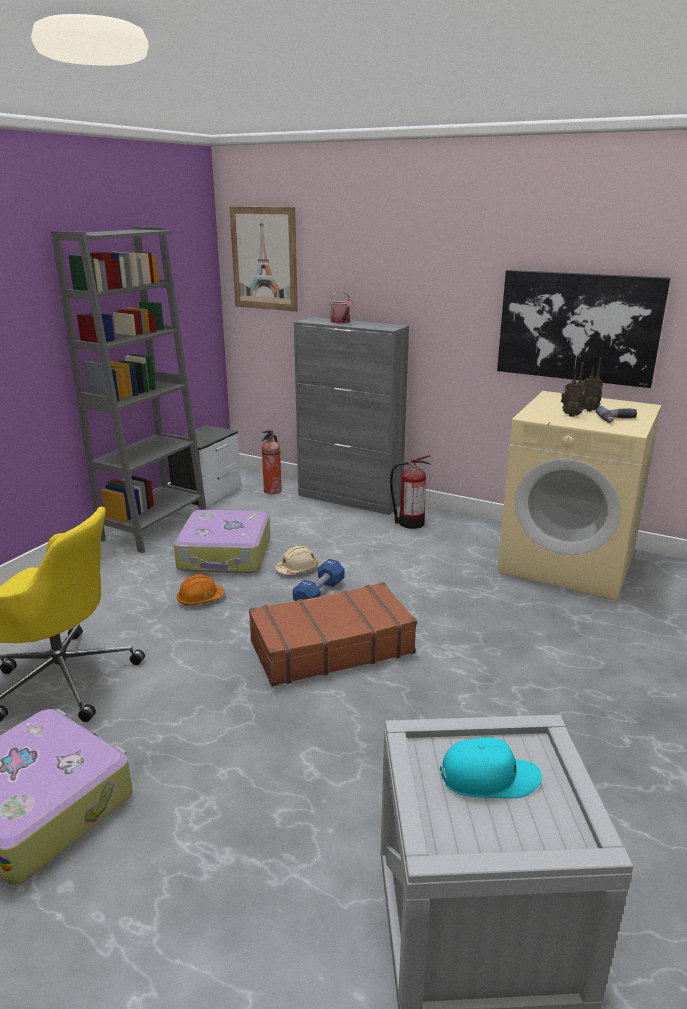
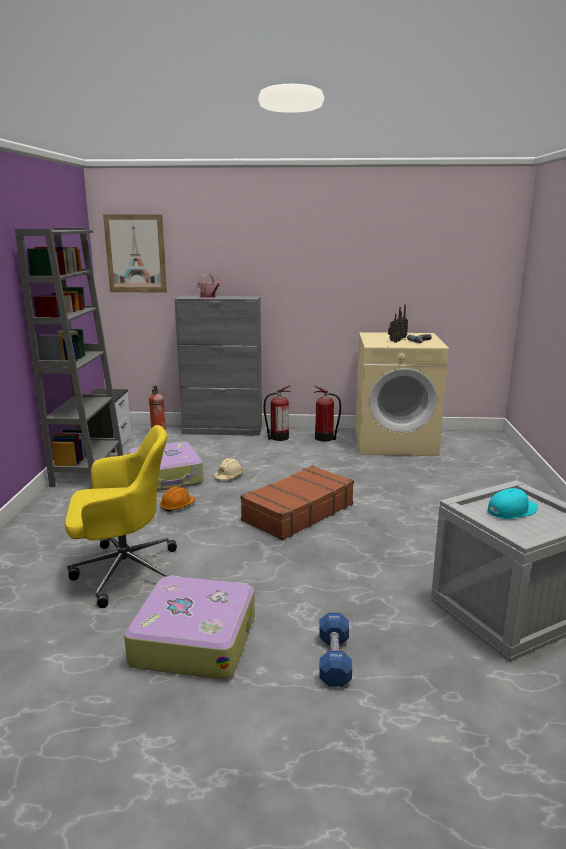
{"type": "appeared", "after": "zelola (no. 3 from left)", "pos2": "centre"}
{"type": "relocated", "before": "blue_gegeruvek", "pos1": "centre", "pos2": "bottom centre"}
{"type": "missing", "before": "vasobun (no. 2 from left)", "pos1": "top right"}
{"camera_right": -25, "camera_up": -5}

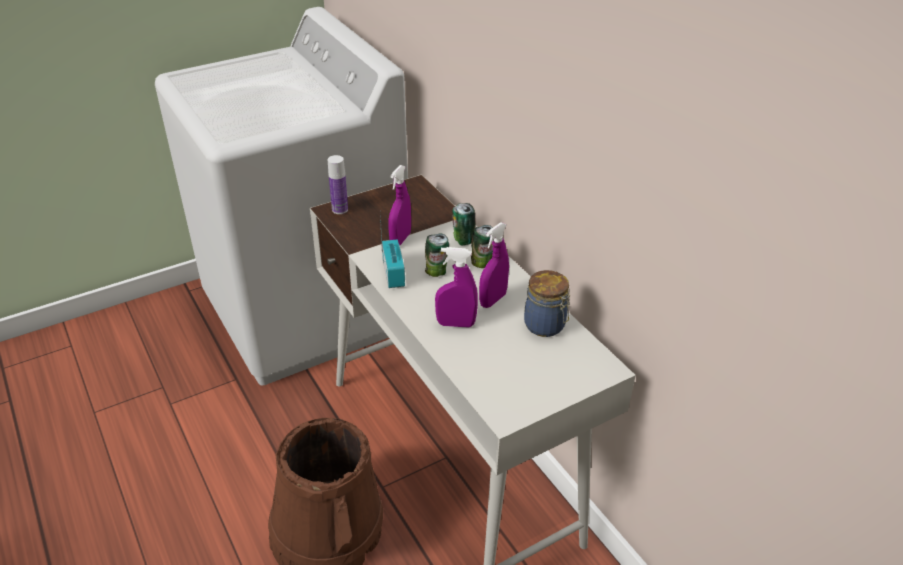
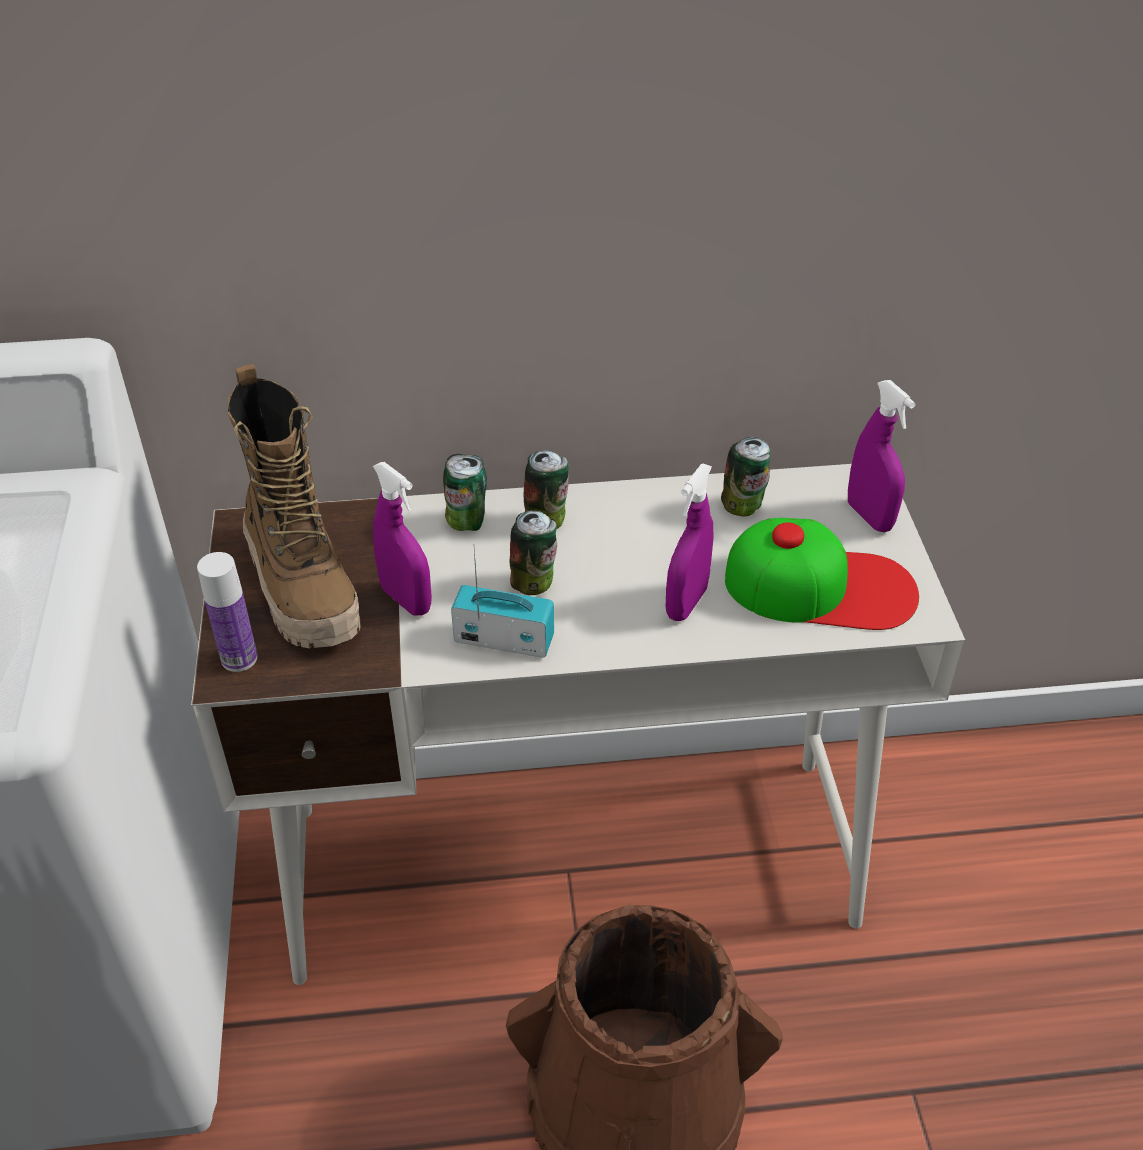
{"type": "appeared", "after": "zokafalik", "pos2": "middle left"}
{"type": "exchanged", "before": "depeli", "after": "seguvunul (no. 4 from left)", "pos1": "centre", "pos2": "centre"}
{"type": "appeared", "after": "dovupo", "pos2": "middle right"}
{"type": "relocated", "before": "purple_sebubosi (no. 3 from left)", "pos1": "centre", "pos2": "middle right"}
{"camera_right": -65, "camera_up": 5}

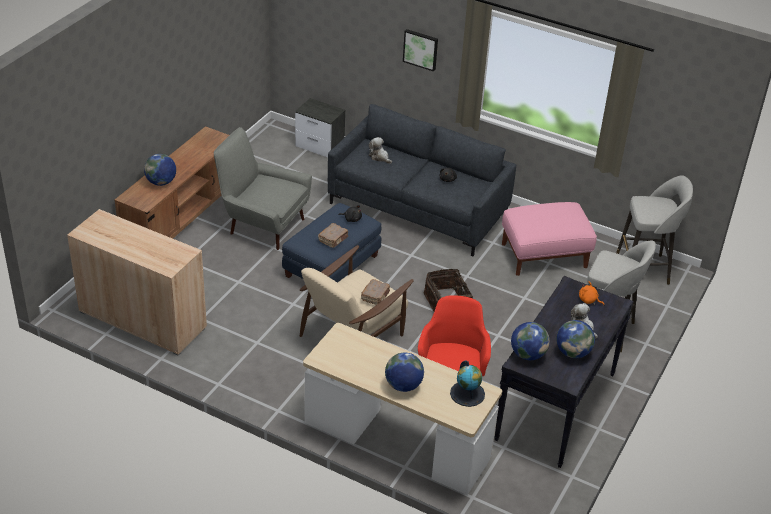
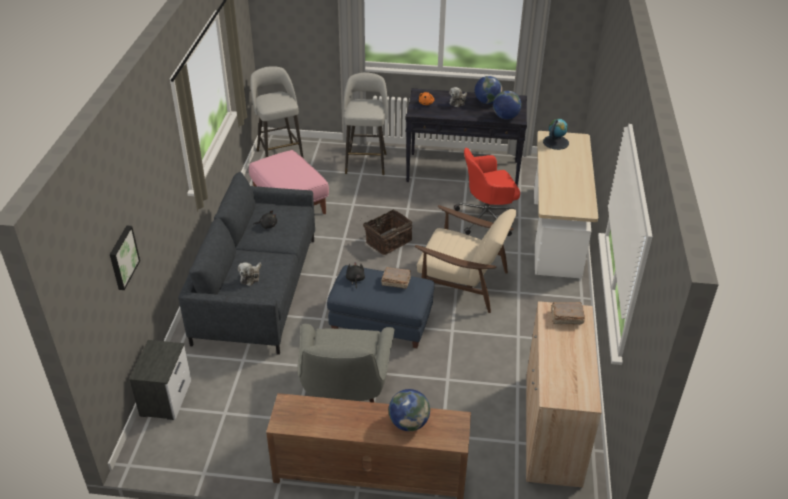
{"type": "relocated", "before": "vasobun", "pos1": "top centre", "pos2": "middle left"}
{"type": "relocated", "before": "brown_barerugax (no. 2 from left)", "pos1": "centre", "pos2": "middle right"}
{"type": "missing", "before": "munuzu (no. 2 from left)", "pos1": "bottom centre"}
{"camera_right": -110, "camera_up": 0}

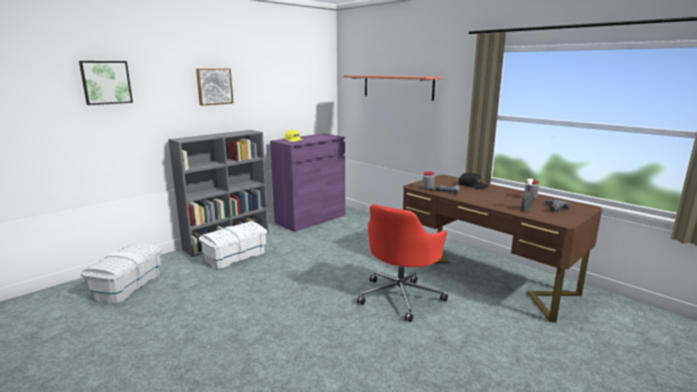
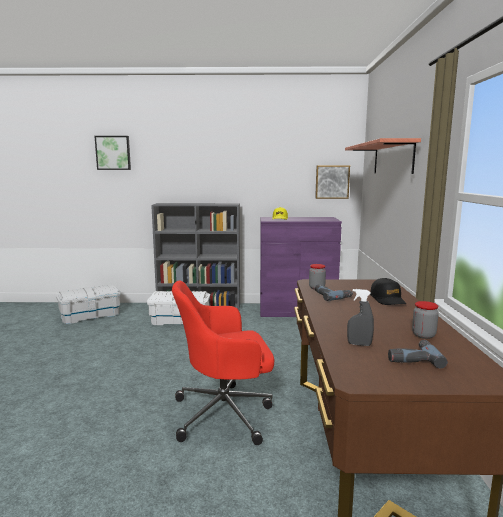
{"type": "relocated", "before": "vasobun (no. 2 from left)", "pos1": "top left", "pos2": "centre"}
{"camera_right": 45, "camera_up": -5}

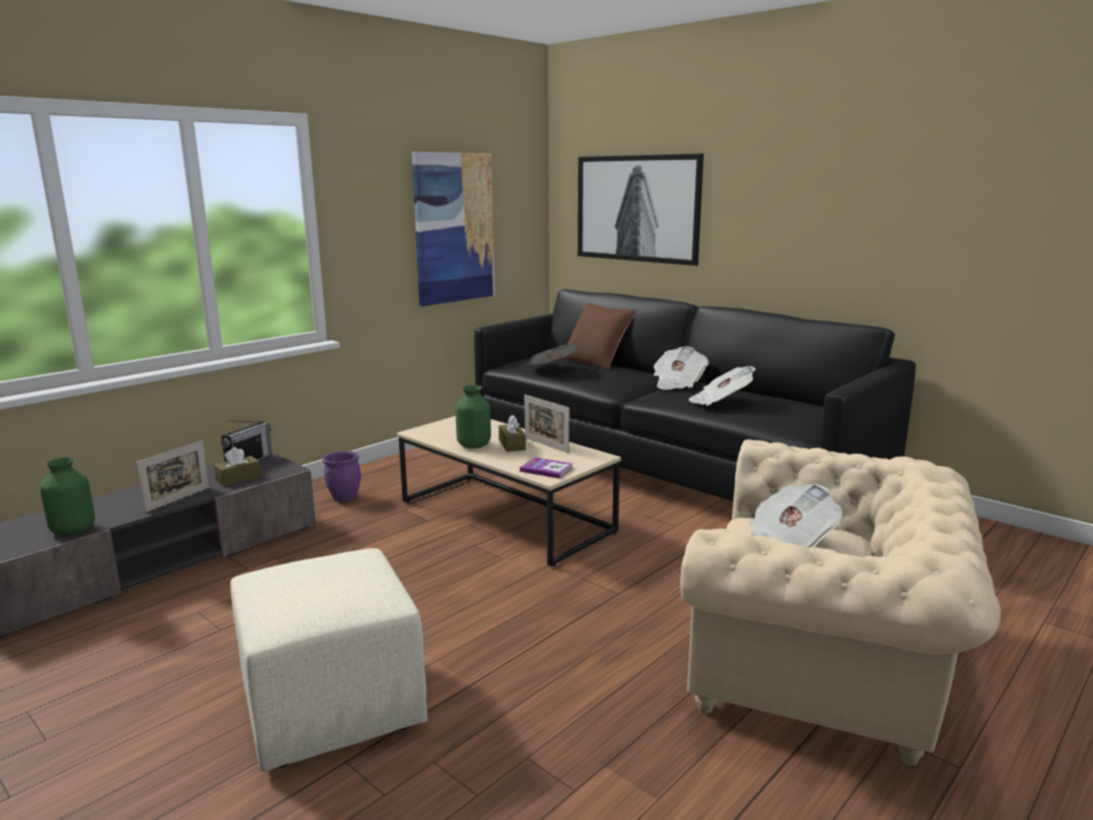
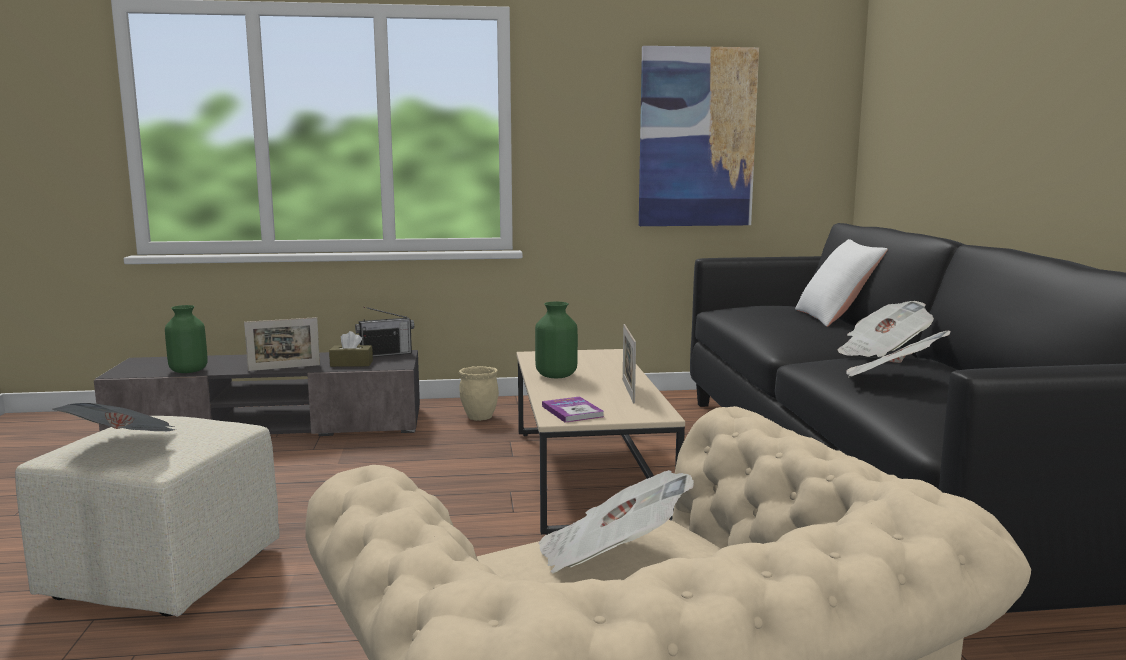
{"type": "relocated", "before": "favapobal (no. 1 from left)", "pos1": "centre", "pos2": "middle left"}
{"type": "colour", "before": "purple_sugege", "after": "beige_sugege", "pos1": "middle left", "pos2": "centre"}
{"type": "colour", "before": "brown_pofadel", "after": "white_pofadel", "pos1": "centre", "pos2": "middle right"}
{"type": "missing", "before": "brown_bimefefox (no. 2 from left)", "pos1": "centre"}
{"type": "missing", "before": "vasobun (no. 2 from left)", "pos1": "top centre"}
{"camera_right": 40, "camera_up": -5}

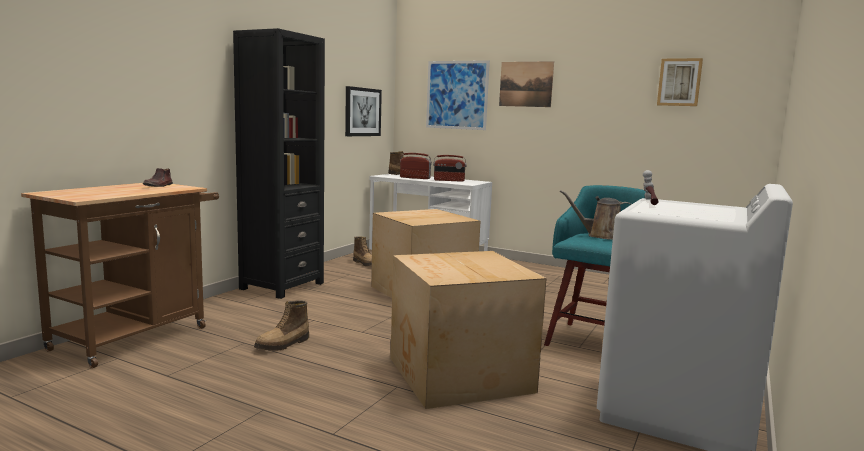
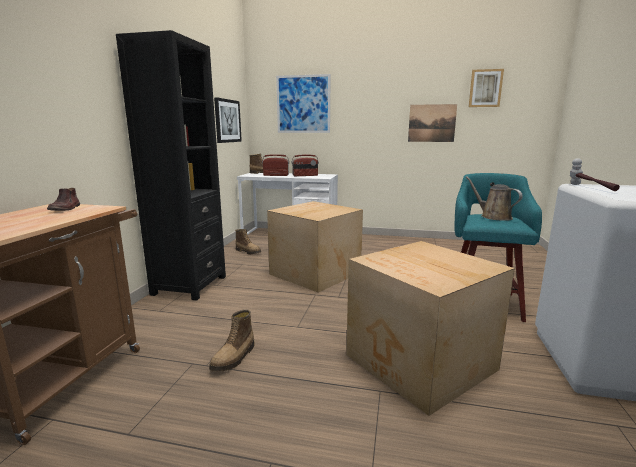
{"type": "relocated", "before": "vasobun (no. 3 from left)", "pos1": "top centre", "pos2": "top right"}
{"type": "spun", "before": "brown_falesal", "pos1": "middle right", "pos2": "middle right", "turn": 60}
{"camera_right": -15, "camera_up": 5}

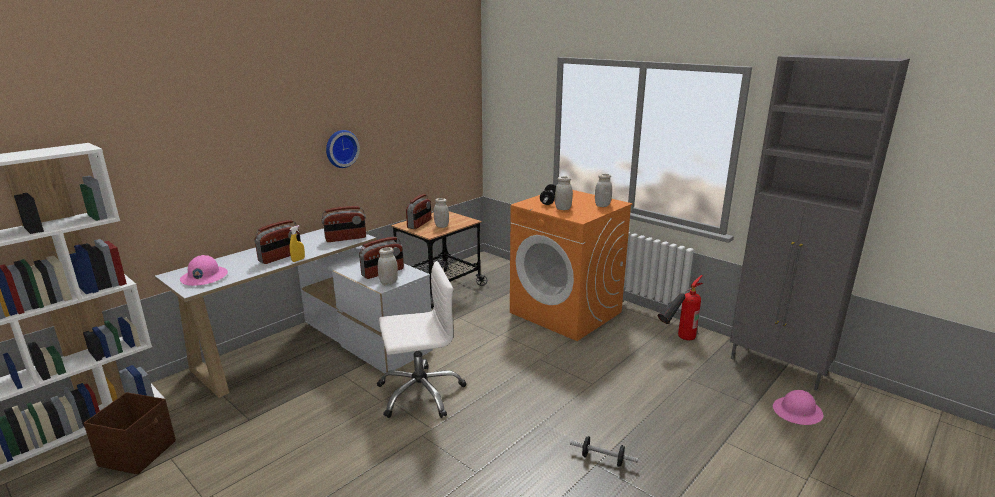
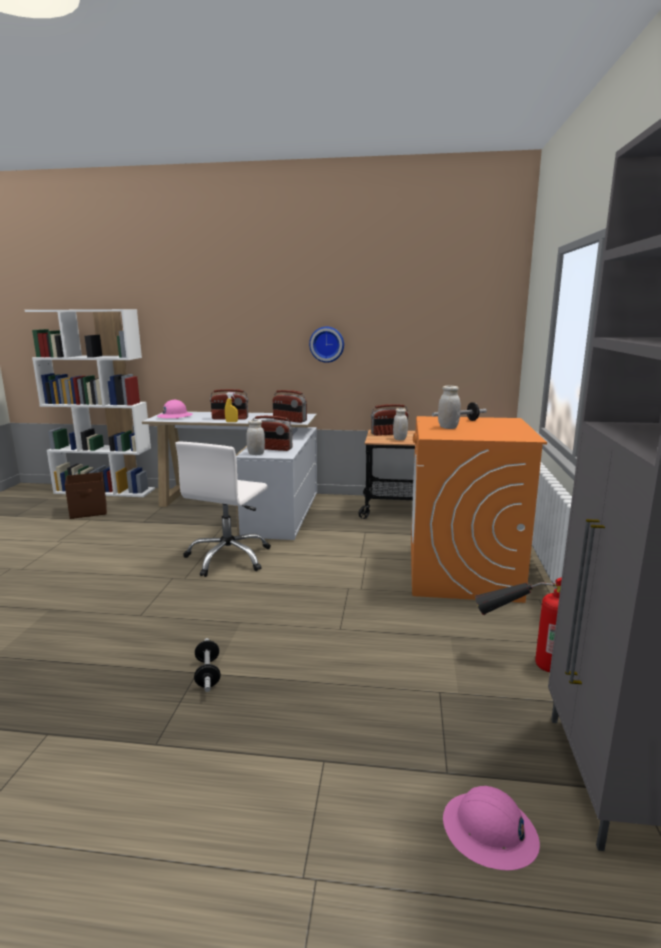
{"type": "spun", "before": "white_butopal", "pos1": "bottom centre", "pos2": "centre", "turn": 75}
{"type": "missing", "before": "white_depeli (no. 4 from left)", "pos1": "centre"}
{"camera_right": 55, "camera_up": -5}

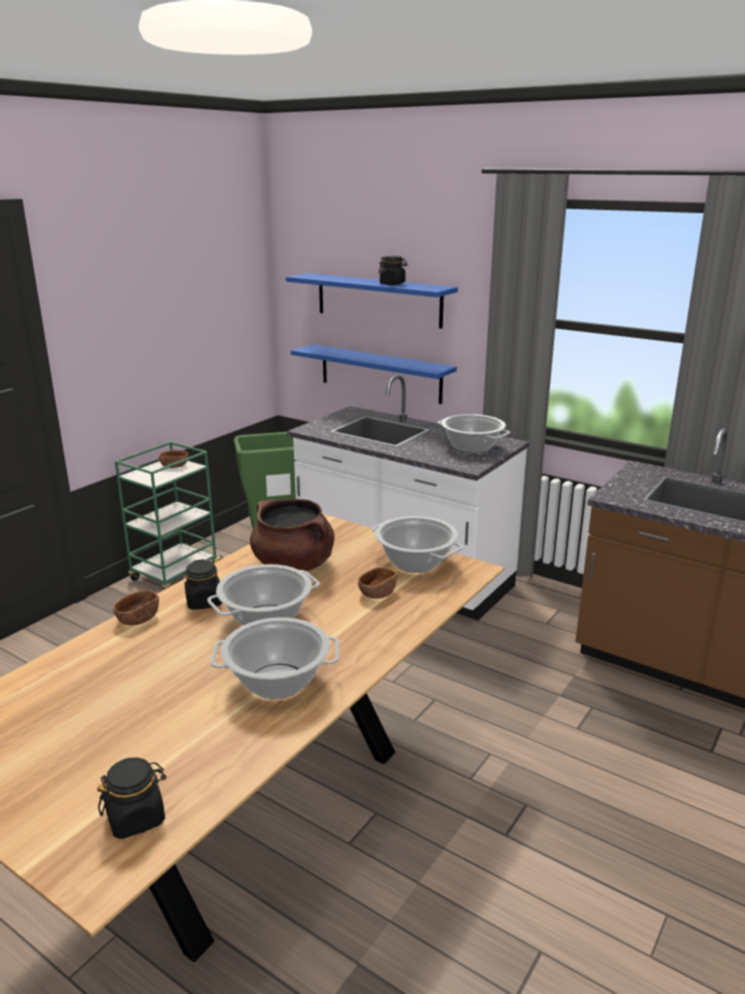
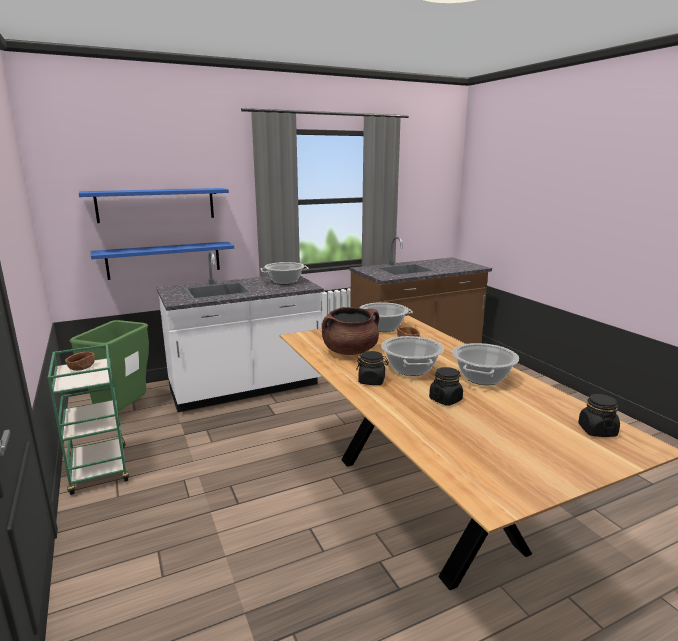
{"type": "relocated", "before": "black_depeli (no. 3 from left in the first image)", "after": "black_depeli (no. 2 from left)", "pos1": "top centre", "pos2": "centre"}
{"type": "missing", "before": "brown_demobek (no. 1 from left)", "pos1": "middle left"}
{"camera_right": -60, "camera_up": -5}

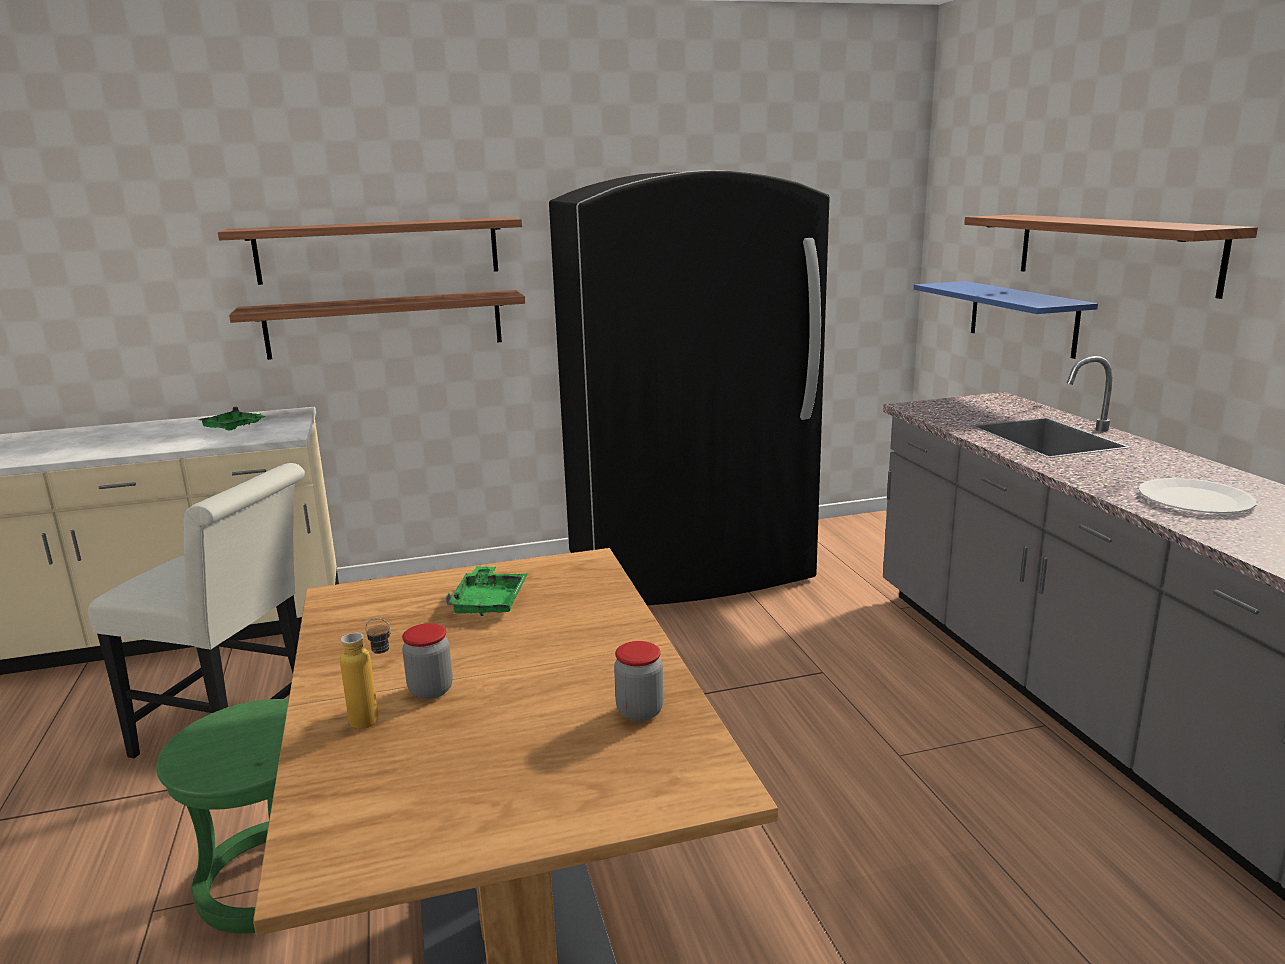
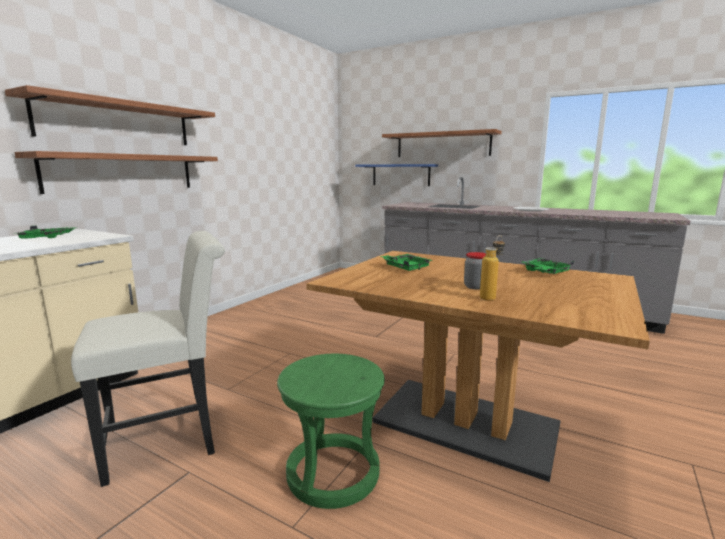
{"type": "exchanged", "before": "depeli (no. 2 from left)", "after": "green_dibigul (no. 3 from left)", "pos1": "bottom centre", "pos2": "middle right"}
{"type": "missing", "before": "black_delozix", "pos1": "centre"}
{"camera_right": -45, "camera_up": -5}

